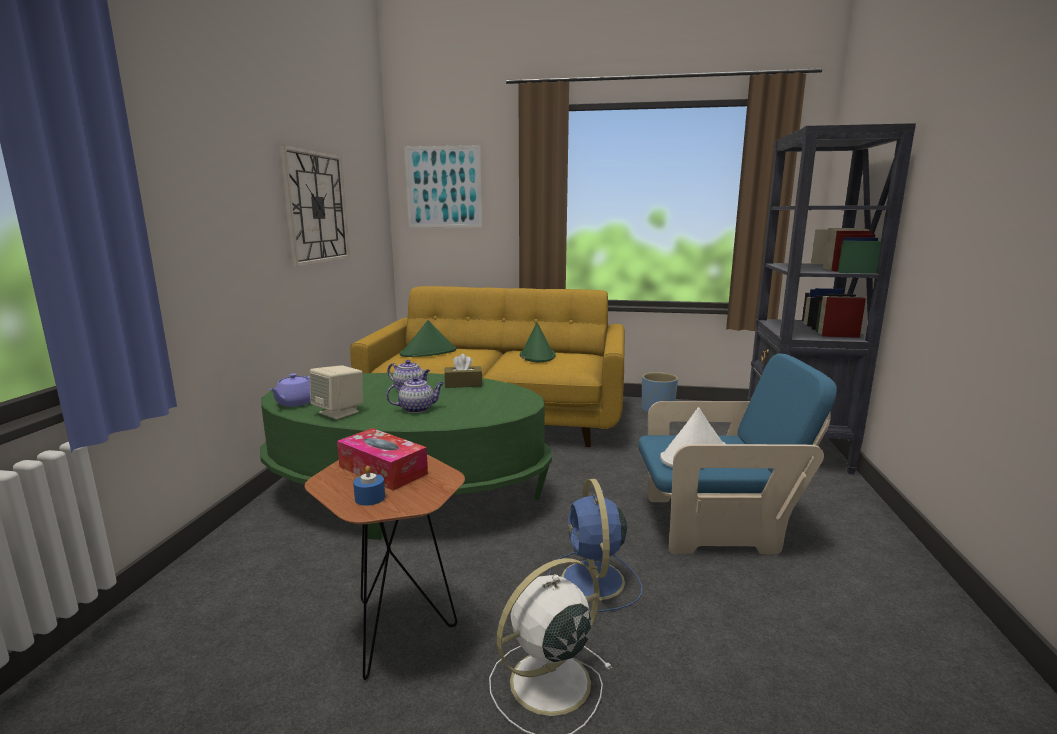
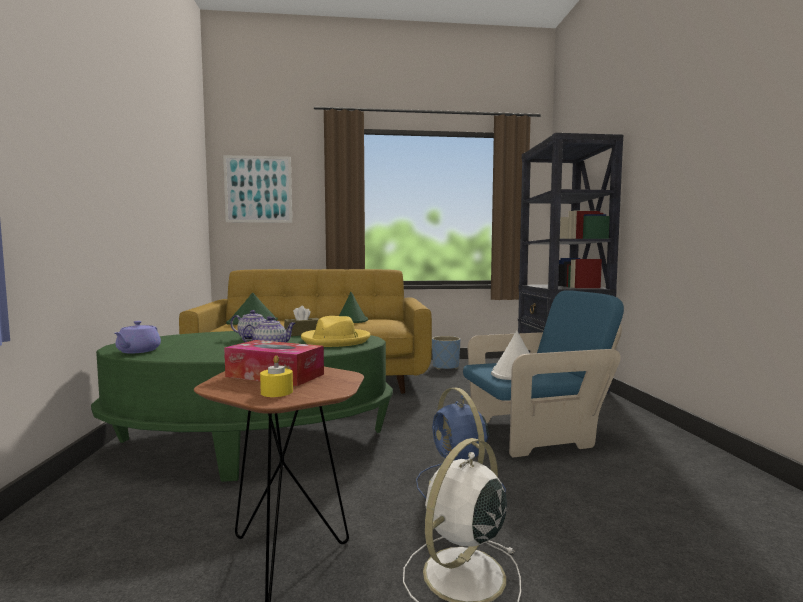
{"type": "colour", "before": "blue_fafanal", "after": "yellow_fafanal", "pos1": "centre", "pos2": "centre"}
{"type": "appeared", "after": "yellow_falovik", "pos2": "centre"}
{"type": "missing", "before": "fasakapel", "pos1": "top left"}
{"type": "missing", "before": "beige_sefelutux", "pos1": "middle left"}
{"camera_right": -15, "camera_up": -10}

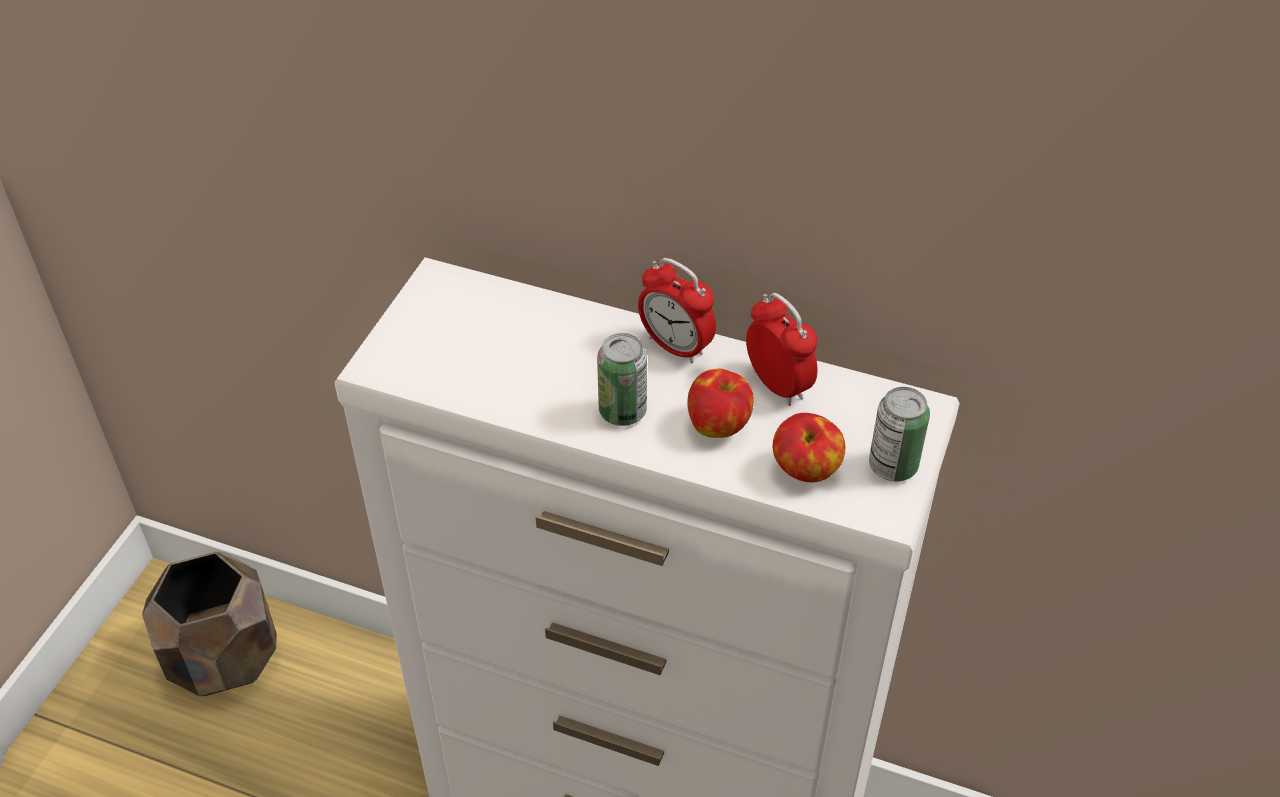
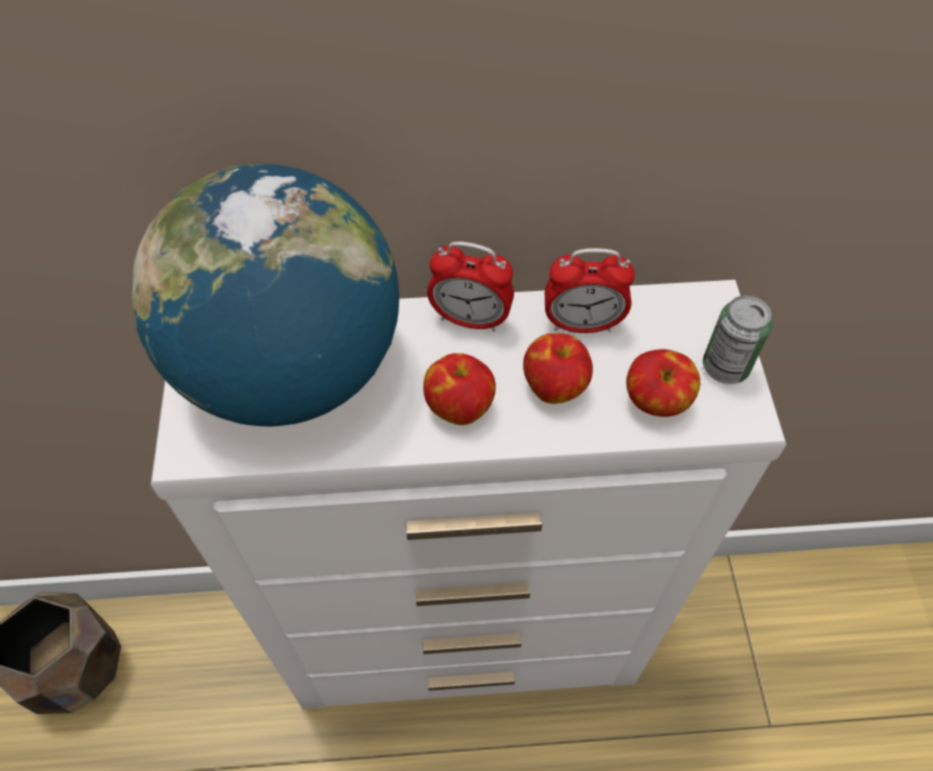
{"type": "appeared", "after": "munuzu", "pos2": "middle left"}
{"type": "exchanged", "before": "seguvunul (no. 1 from left)", "after": "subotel (no. 1 from left)", "pos1": "centre", "pos2": "centre"}
{"type": "spun", "before": "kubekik (no. 2 from left)", "pos1": "centre", "pos2": "centre", "turn": 150}
{"camera_right": -25, "camera_up": 10}

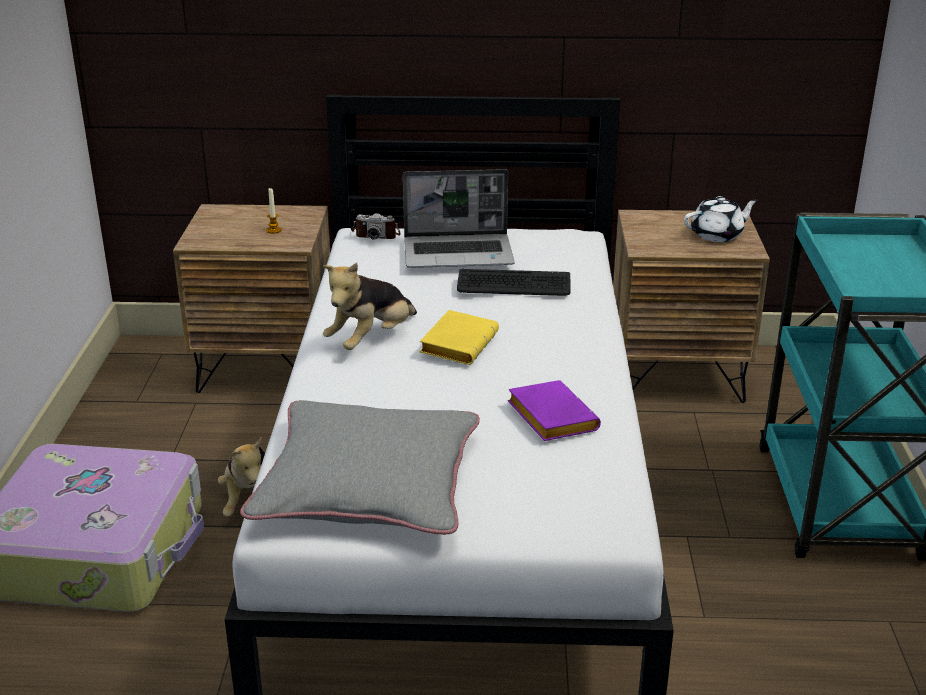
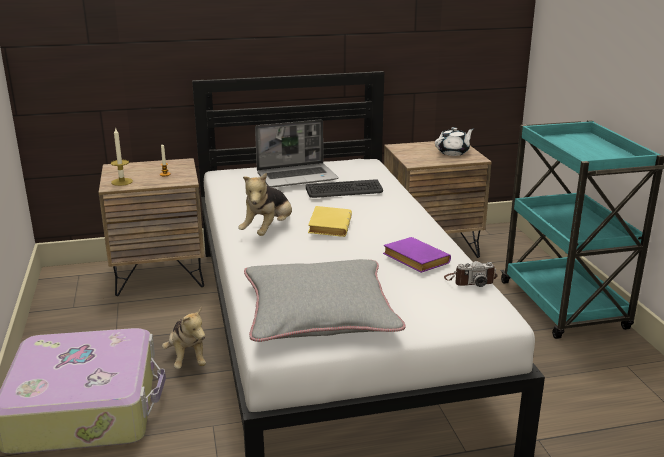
{"type": "appeared", "after": "fafanal (no. 1 from left)", "pos2": "middle left"}
{"type": "relocated", "before": "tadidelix", "pos1": "top centre", "pos2": "middle right"}
{"camera_right": -15, "camera_up": -5}

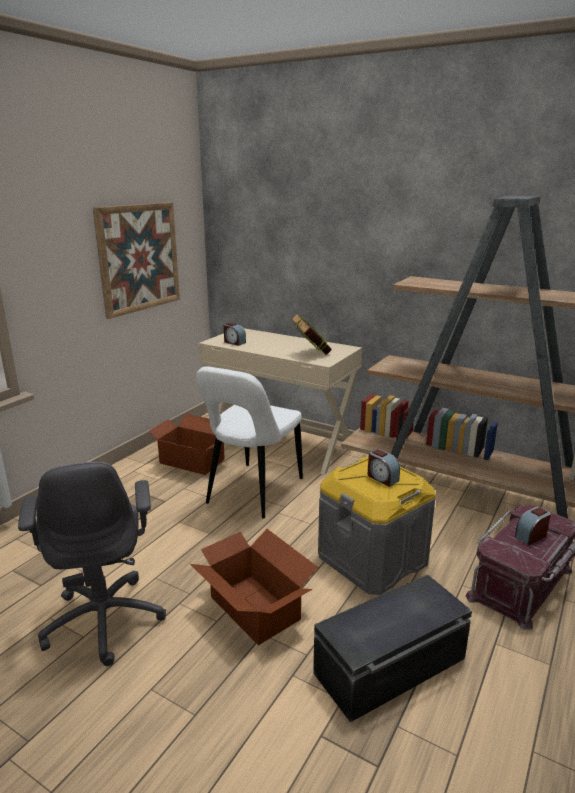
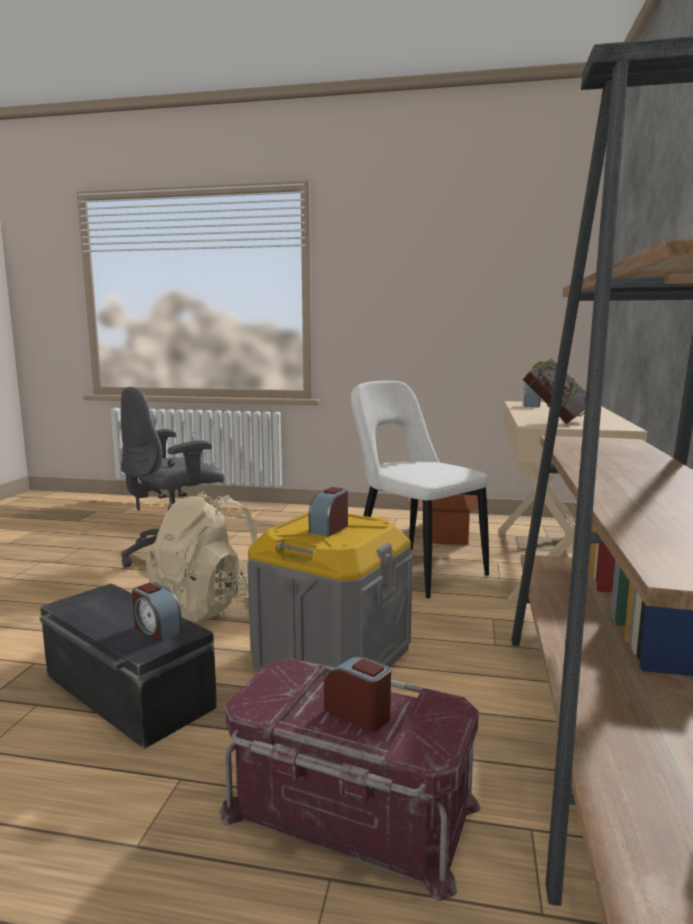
{"type": "appeared", "after": "kubekik (no. 1 from left)", "pos2": "middle left"}
{"type": "exchanged", "before": "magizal (no. 2 from left)", "after": "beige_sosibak", "pos1": "bottom centre", "pos2": "middle left"}
{"type": "spun", "before": "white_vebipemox", "pos1": "centre", "pos2": "centre", "turn": 45}
{"type": "missing", "before": "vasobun", "pos1": "top left"}
{"camera_right": 70, "camera_up": -10}

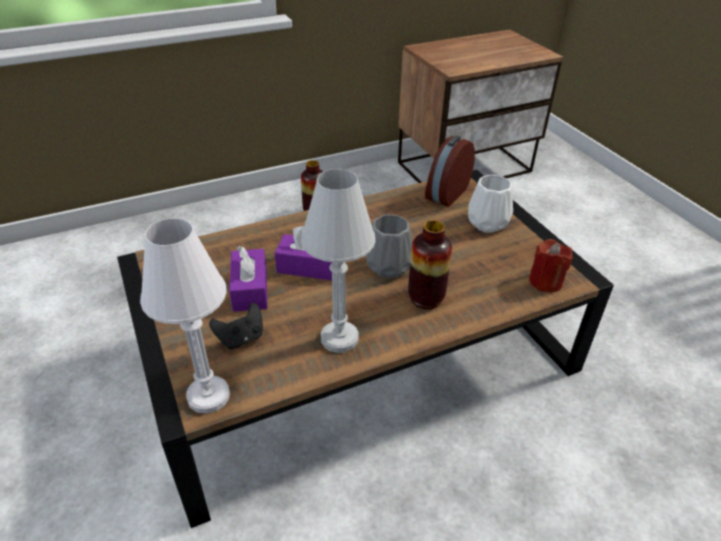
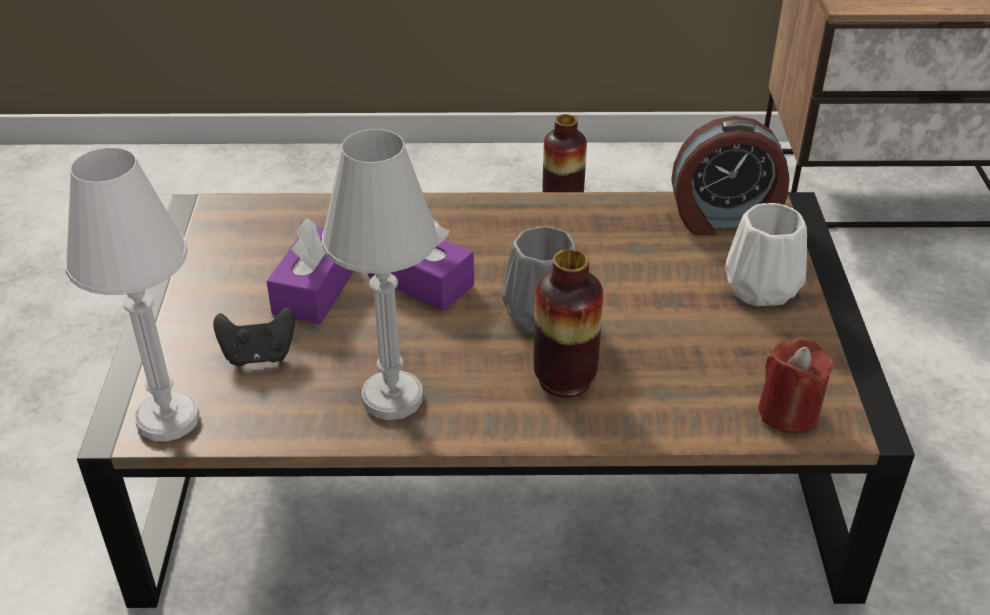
{"type": "spun", "before": "kubekik", "pos1": "top centre", "pos2": "top right", "turn": -150}
{"camera_right": 25, "camera_up": 0}

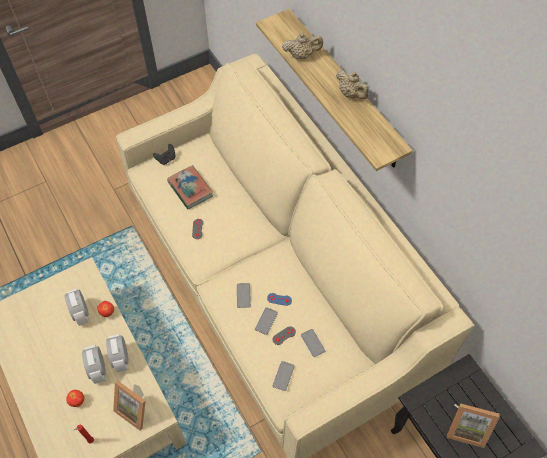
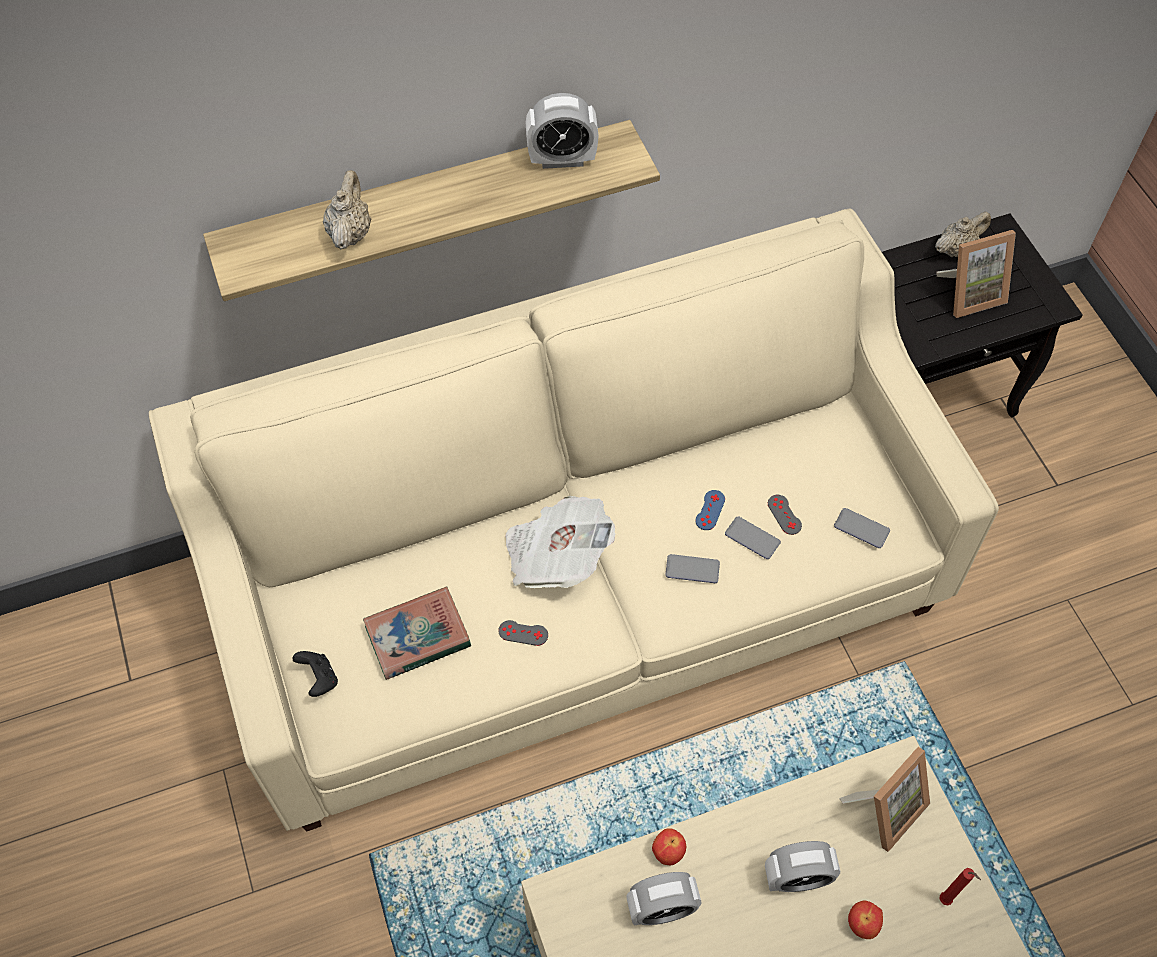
{"type": "appeared", "after": "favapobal", "pos2": "centre"}
{"type": "relocated", "before": "kubekik (no. 3 from left in the first image)", "after": "kubekik (no. 1 from left)", "pos1": "bottom left", "pos2": "top centre"}
{"type": "relocated", "before": "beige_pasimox (no. 2 from left)", "pos1": "top centre", "pos2": "top right"}
{"type": "spun", "before": "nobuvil (no. 2 from left)", "pos1": "bottom right", "pos2": "top right", "turn": 45}
{"type": "missing", "before": "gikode (no. 4 from left)", "pos1": "bottom centre"}
{"camera_right": -80, "camera_up": 0}

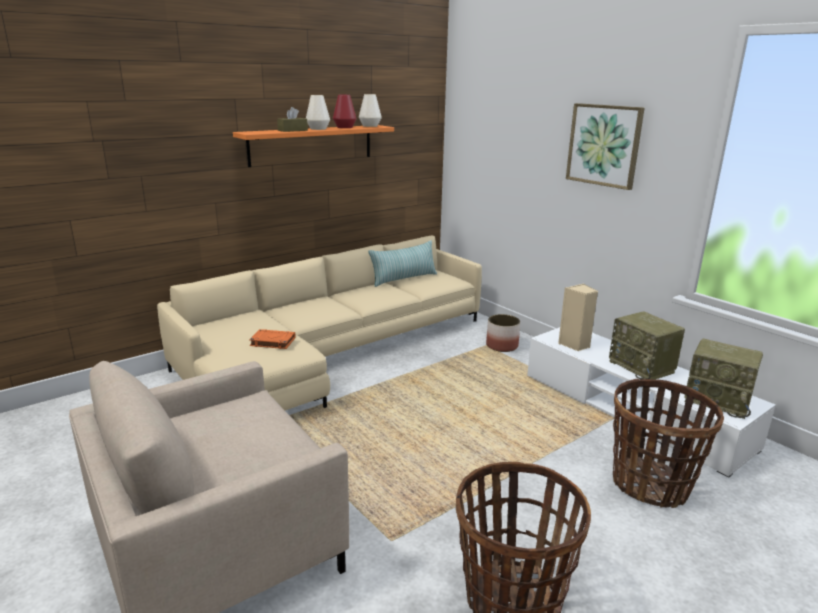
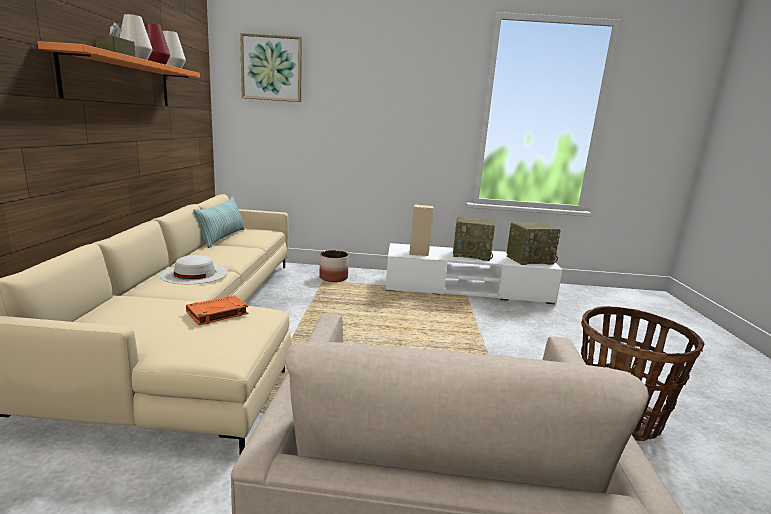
{"type": "appeared", "after": "white_falovik", "pos2": "middle left"}
{"type": "relocated", "before": "vasobun", "pos1": "top right", "pos2": "top centre"}
{"type": "missing", "before": "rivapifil (no. 2 from left)", "pos1": "bottom right"}
{"camera_right": -50, "camera_up": -5}

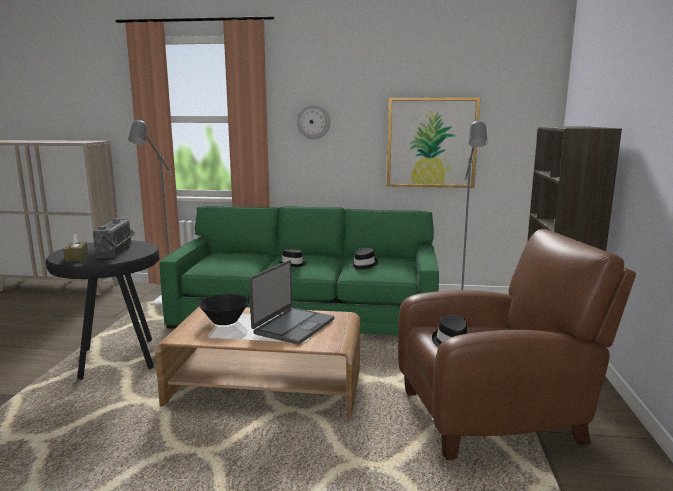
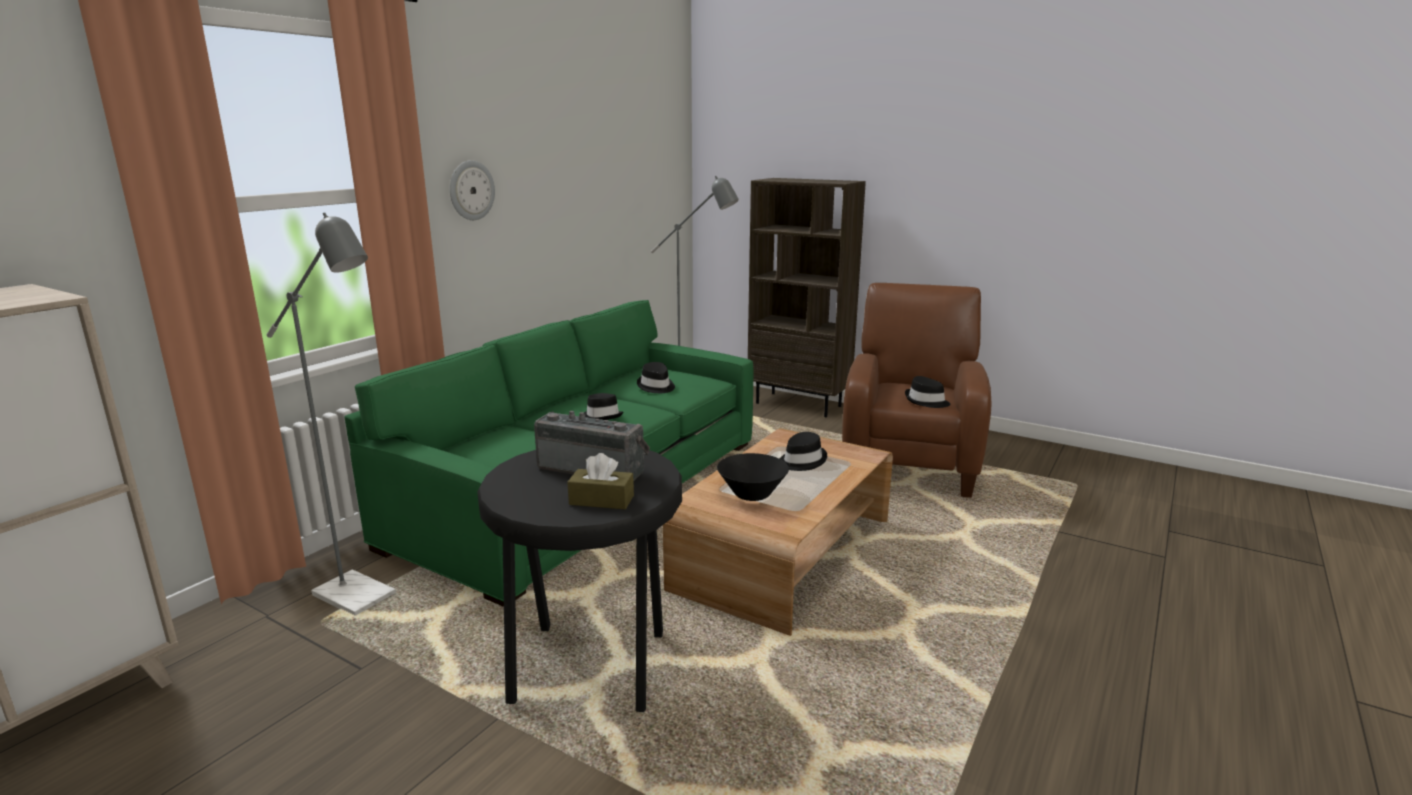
{"type": "exchanged", "before": "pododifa", "after": "black_falovik (no. 3 from left)", "pos1": "centre", "pos2": "centre"}
{"type": "missing", "before": "vasobun", "pos1": "top centre"}
{"camera_right": -65, "camera_up": 5}

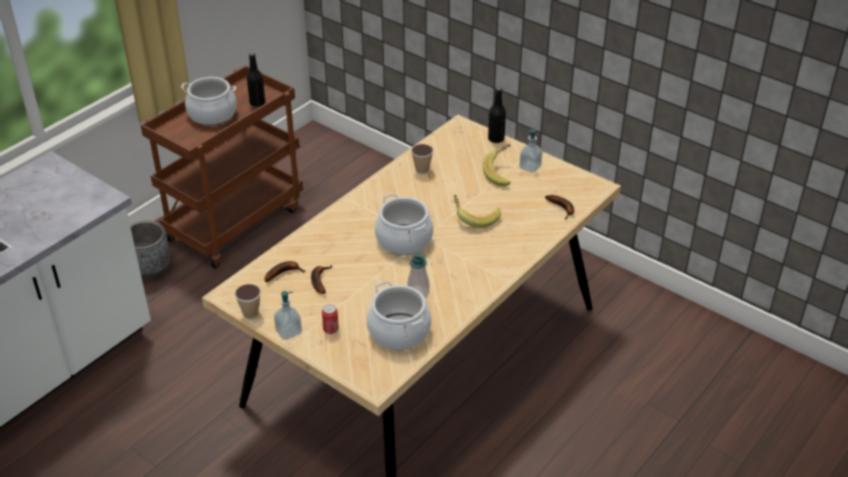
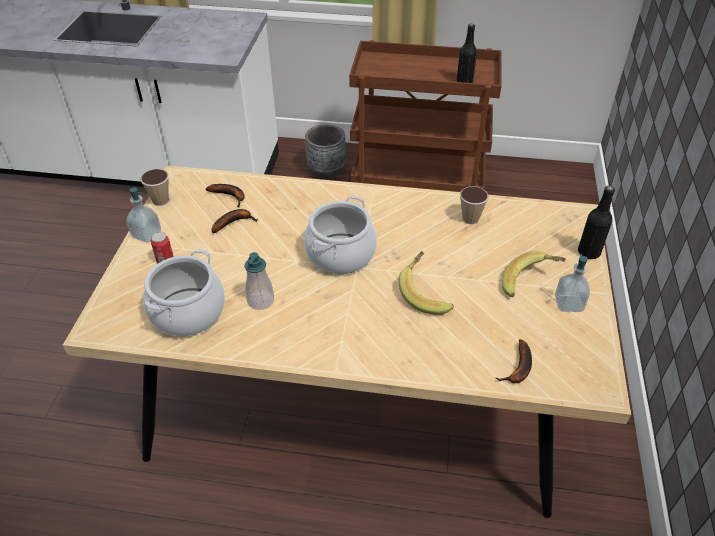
{"type": "missing", "before": "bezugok (no. 1 from left)", "pos1": "top left"}
{"camera_right": 60, "camera_up": 5}

